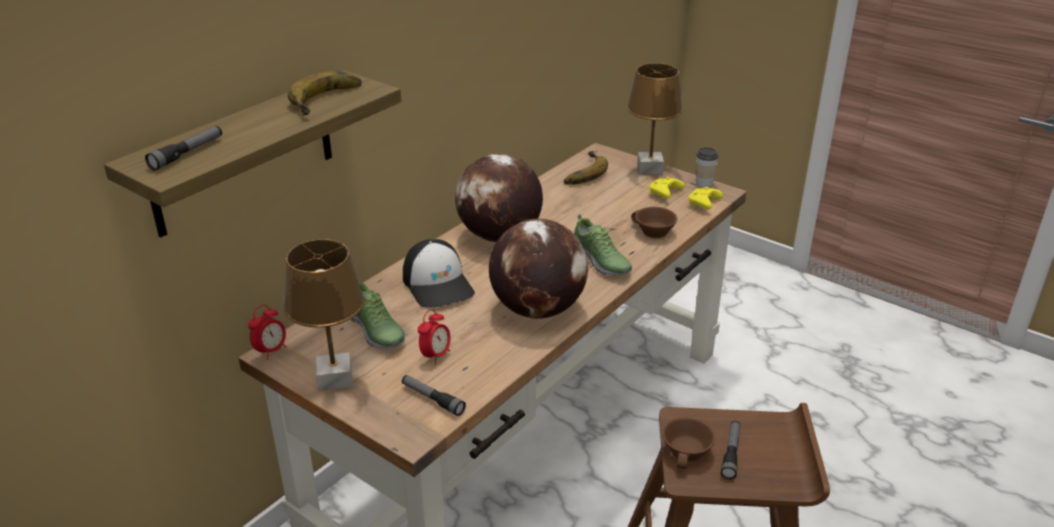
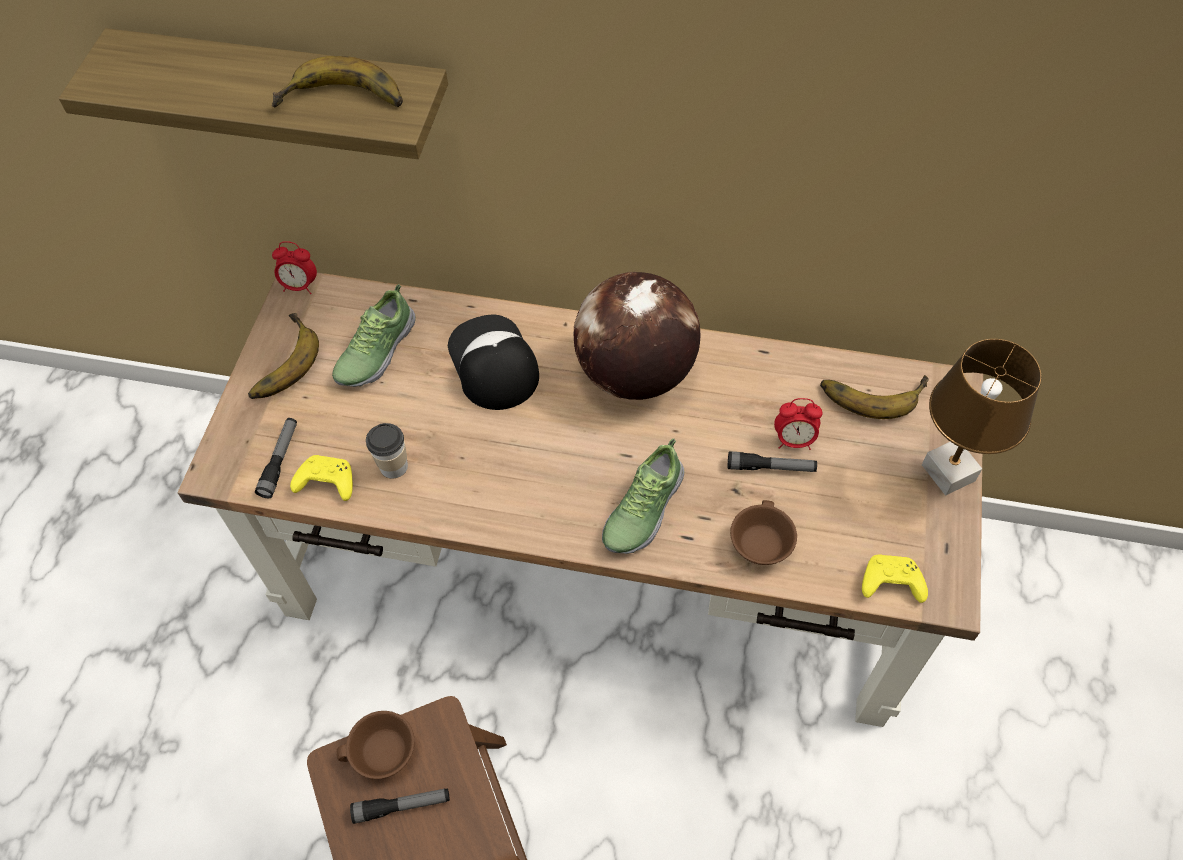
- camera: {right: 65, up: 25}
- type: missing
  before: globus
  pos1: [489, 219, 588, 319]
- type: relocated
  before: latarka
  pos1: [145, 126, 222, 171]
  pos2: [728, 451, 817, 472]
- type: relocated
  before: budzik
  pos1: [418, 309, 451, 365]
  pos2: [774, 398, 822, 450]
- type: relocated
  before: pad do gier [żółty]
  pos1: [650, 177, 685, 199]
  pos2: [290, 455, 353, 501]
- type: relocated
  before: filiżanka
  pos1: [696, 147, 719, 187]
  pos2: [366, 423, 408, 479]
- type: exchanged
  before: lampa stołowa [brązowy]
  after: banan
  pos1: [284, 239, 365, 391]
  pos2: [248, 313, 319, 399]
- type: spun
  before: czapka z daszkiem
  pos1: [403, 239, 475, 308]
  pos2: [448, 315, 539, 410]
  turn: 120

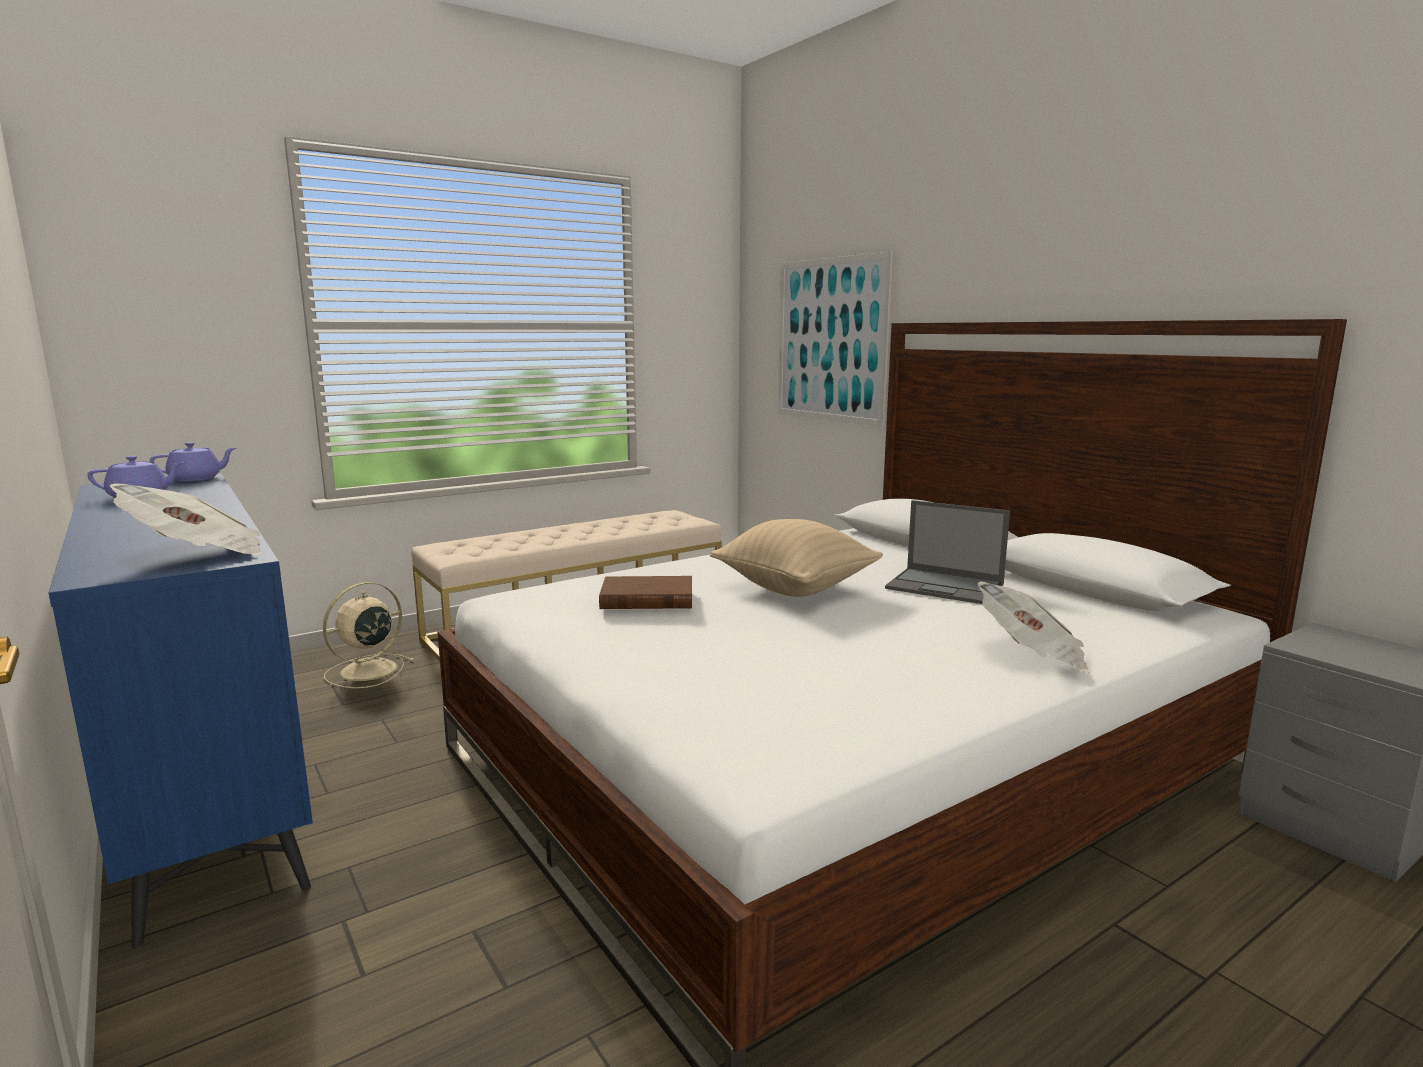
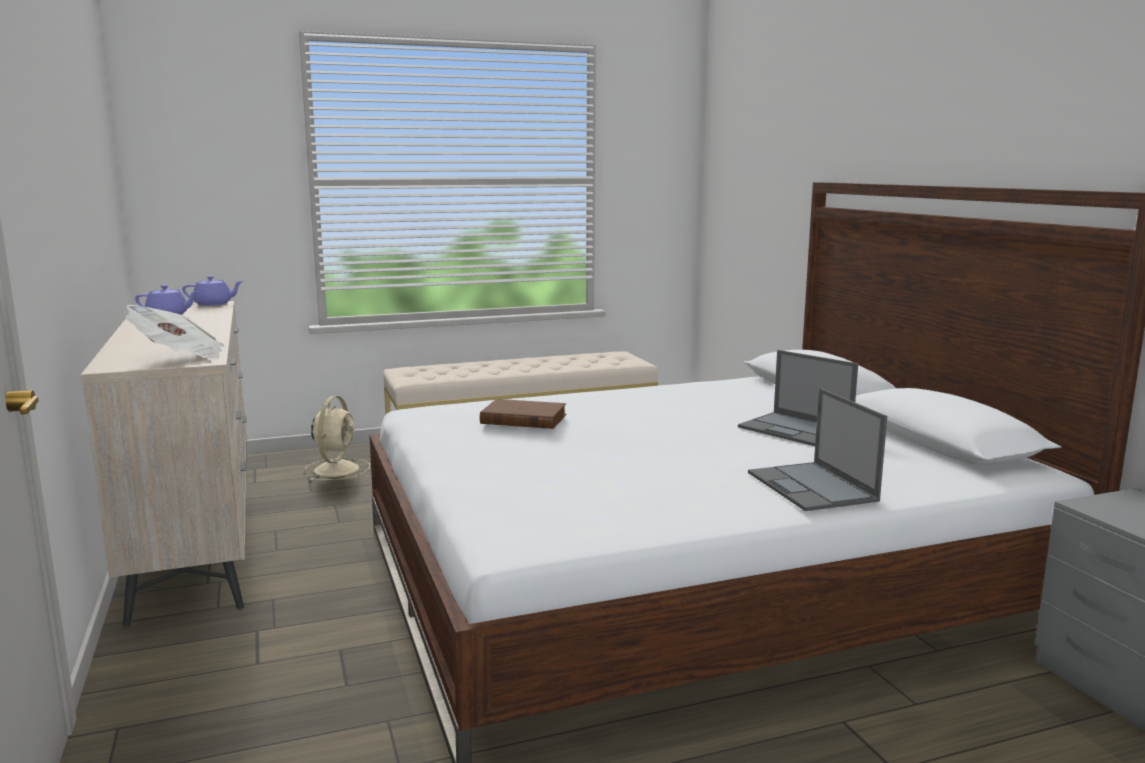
- camera: {right: 15, up: 0}
- type: missing
  before: poduszka [beżowy]
  pos1: [710, 519, 883, 597]
- type: missing
  before: obraz
  pos1: [778, 252, 893, 427]
- type: exchanged
  before: gazeta
  after: laptop
  pos1: [978, 581, 1089, 673]
  pos2: [748, 388, 887, 511]
- type: colour
  before: komoda [niebieski]
  after: komoda [beżowy]
  pos1: [49, 474, 313, 948]
  pos2: [81, 301, 247, 627]
- type: spun
  before: wentylator [beżowy]
  pos1: [323, 582, 415, 688]
  pos2: [305, 396, 370, 481]
  turn: 135

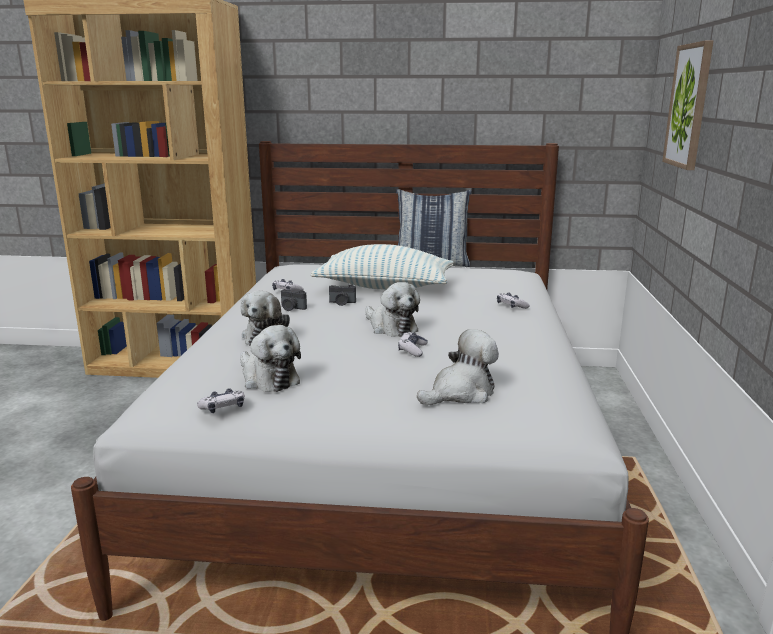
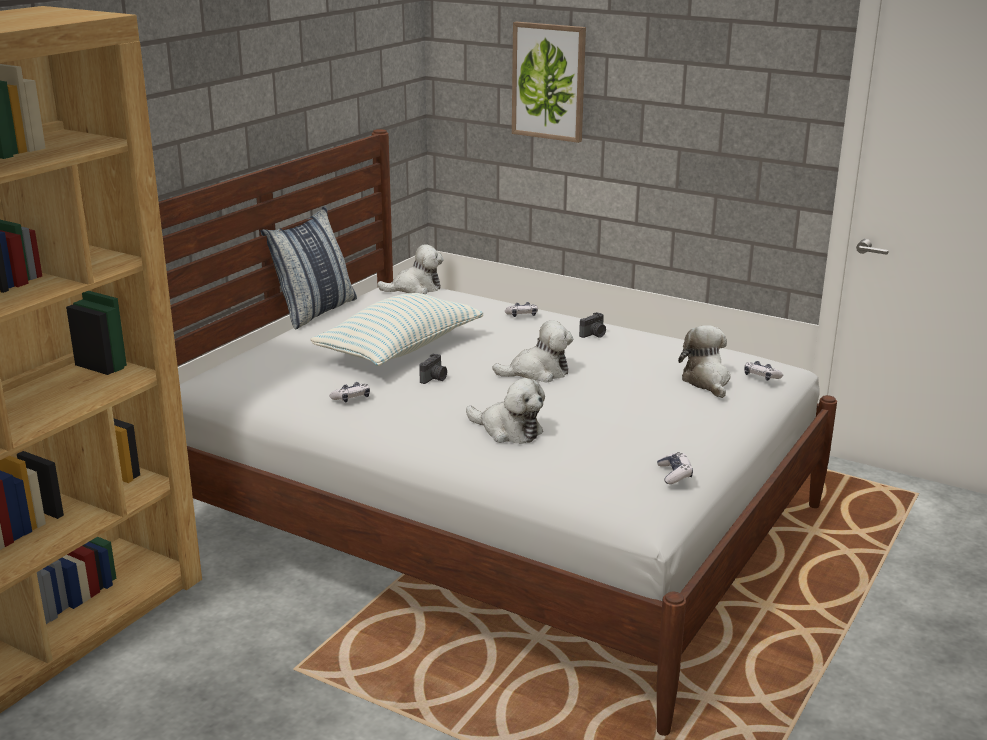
- camera: {right: -65, up: 5}
- type: relocated
  before: pluszak
  pos1: [240, 325, 301, 392]
  pos2: [377, 244, 444, 294]
- type: relocated
  before: aparat fotograficzny
  pos1: [281, 289, 307, 311]
  pos2: [579, 312, 606, 338]
- type: relocated
  before: pad do gier
  pos1: [398, 332, 428, 357]
  pos2: [744, 361, 783, 381]

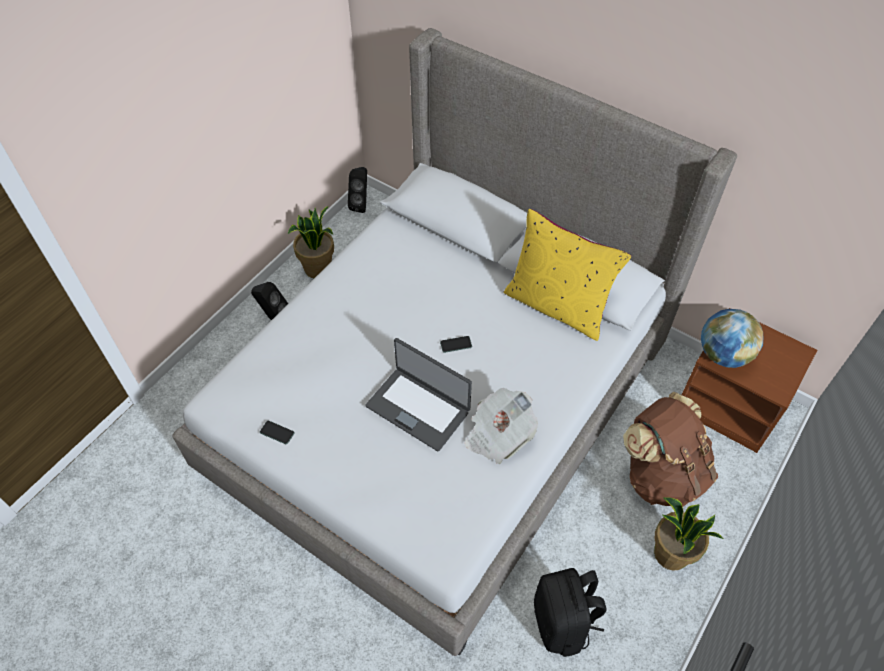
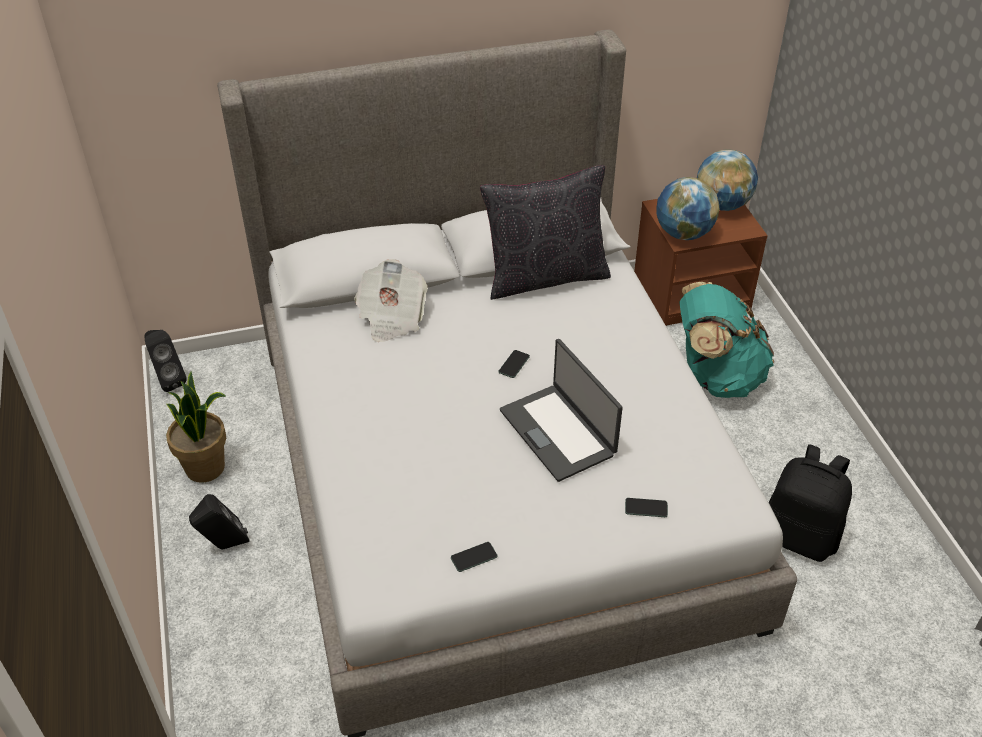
- camera: {right: -50, up: -10}
- type: missing
  before: roślina doniczkowa
  pos1: [654, 497, 723, 571]
- type: appeared
  after: telefon
  pos2: [625, 498, 668, 517]
- type: appeared
  after: globus
  pos2: [697, 149, 758, 211]
- type: relocated
  before: gazeta
  pos1: [465, 388, 538, 464]
  pos2: [354, 259, 428, 342]
- type: colour
  before: poduszka [żółty]
  after: poduszka [czarny]
  pos1: [503, 209, 631, 341]
  pos2: [480, 165, 611, 300]
- type: colour
  before: plecak [brązowy]
  after: plecak [turkusowy]
  pos1: [623, 392, 718, 507]
  pos2: [679, 282, 774, 398]
- type: spun
  before: laptop
  pos1: [365, 338, 472, 451]
  pos2: [500, 339, 623, 482]
  turn: 75

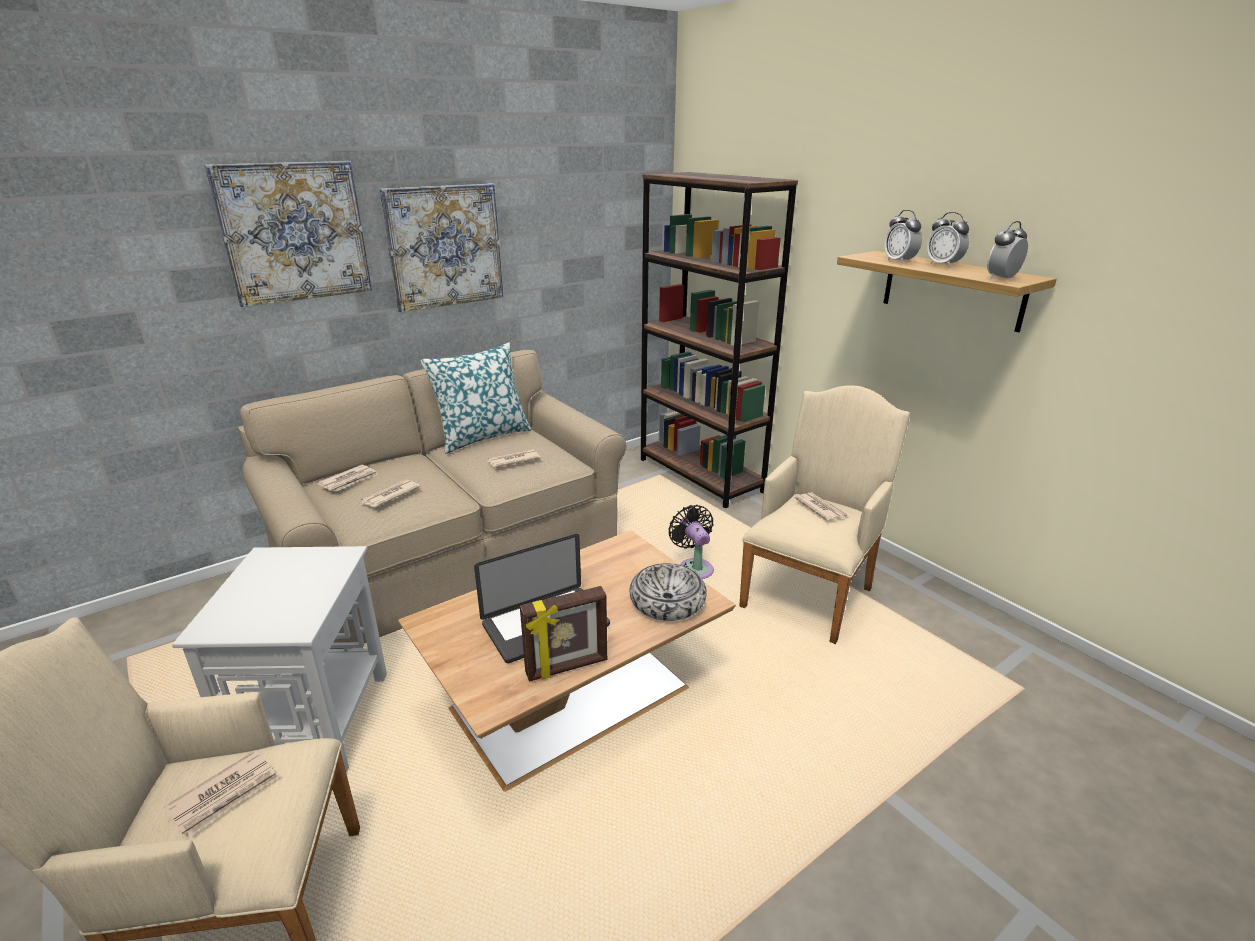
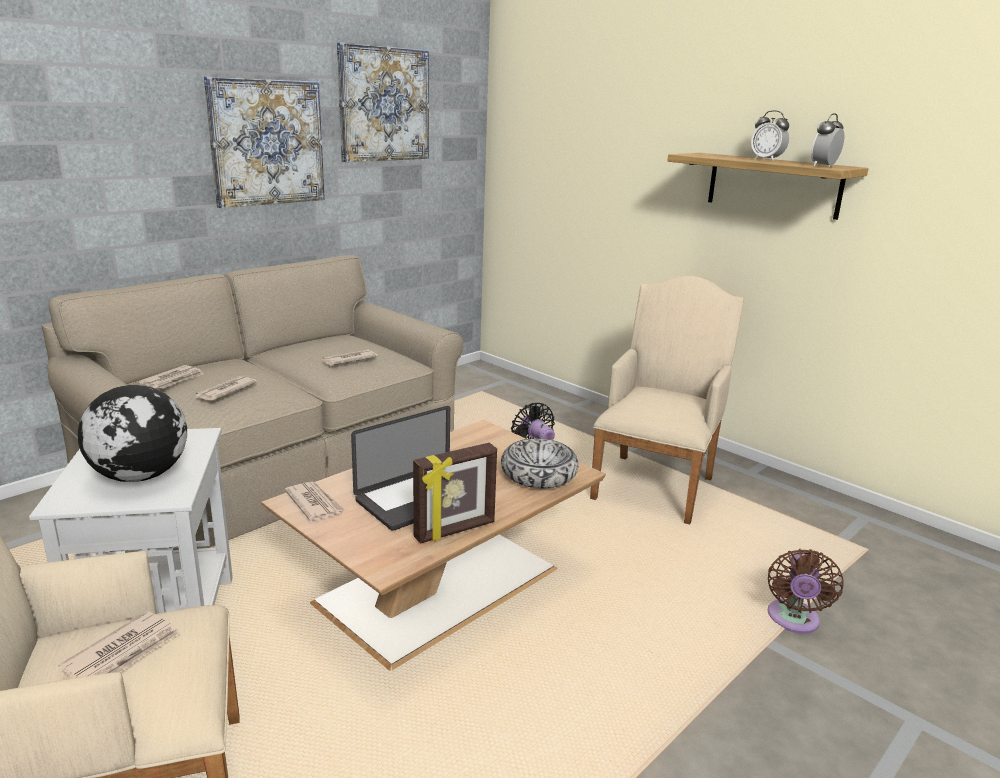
- camera: {right: -10, up: -5}
- type: missing
  before: poduszka
  pos1: [420, 342, 532, 454]
- type: missing
  before: regał [brązowy]
  pos1: [641, 172, 798, 509]
- type: missing
  before: budzik
  pos1: [884, 210, 922, 264]
- type: appeared
  after: globus
  pos2: [78, 385, 187, 482]
- type: appeared
  after: wentylator [brązowy]
  pos2: [768, 549, 844, 634]
- type: relocated
  before: obraz
  pos1: [205, 161, 372, 307]
  pos2: [337, 42, 429, 162]
- type: relocated
  before: gazeta
  pos1: [794, 492, 848, 521]
  pos2: [285, 482, 345, 521]

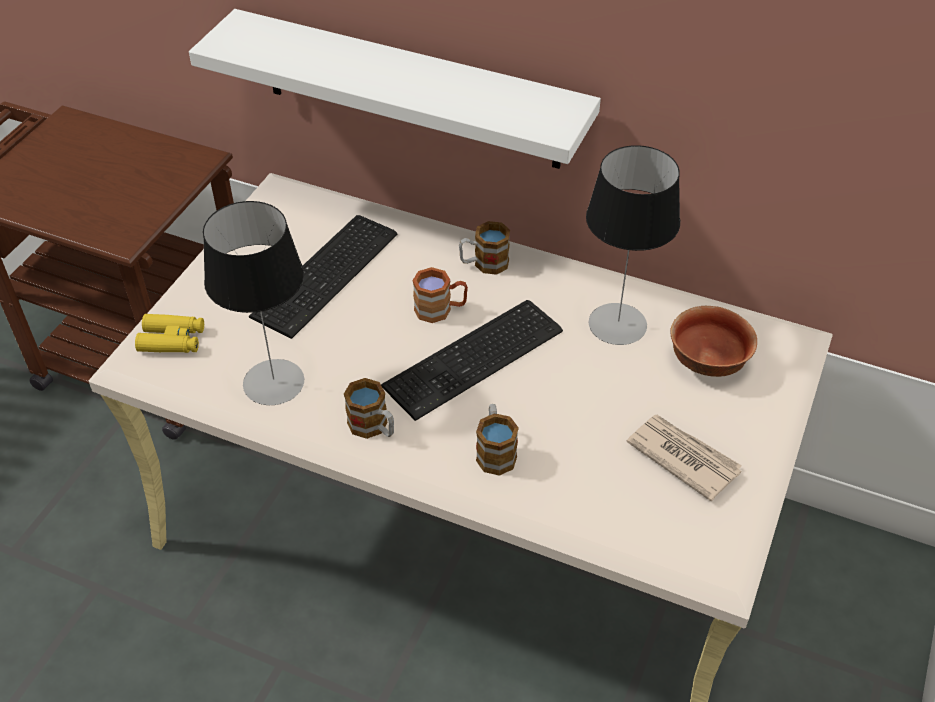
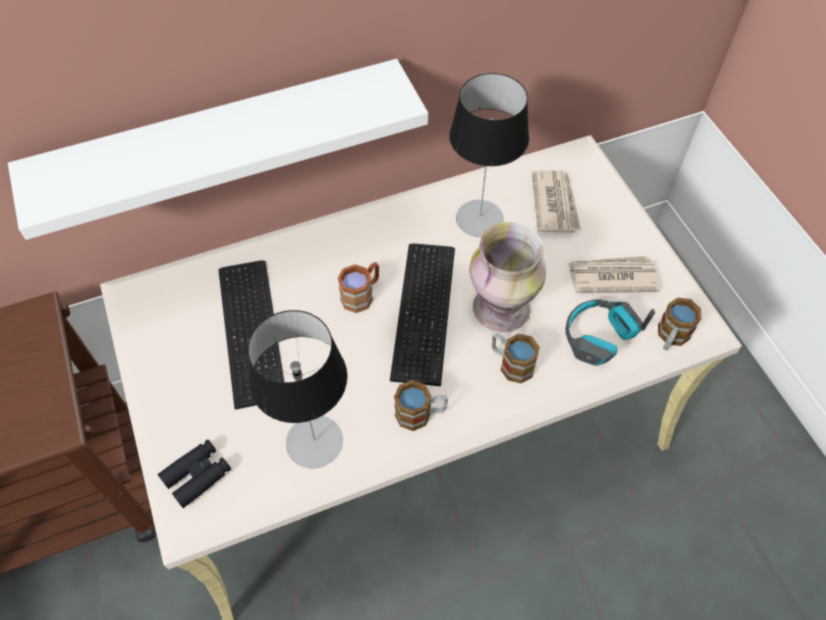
- camera: {right: -45, up: 10}
- type: appeared
  after: wazon
  pos2: [469, 222, 546, 333]
- type: appeared
  after: słuchawki
  pos2: [565, 299, 655, 366]
- type: relocated
  before: kubek
  pos1: [459, 221, 510, 275]
  pos2: [658, 297, 701, 350]
- type: exchanged
  before: miska
  after: gazeta
  pos1: [670, 306, 757, 377]
  pos2: [532, 171, 581, 233]
- type: colour
  before: lornetka [żółty]
  after: lornetka [czarny]
  pos1: [135, 314, 204, 353]
  pos2: [158, 439, 231, 508]

